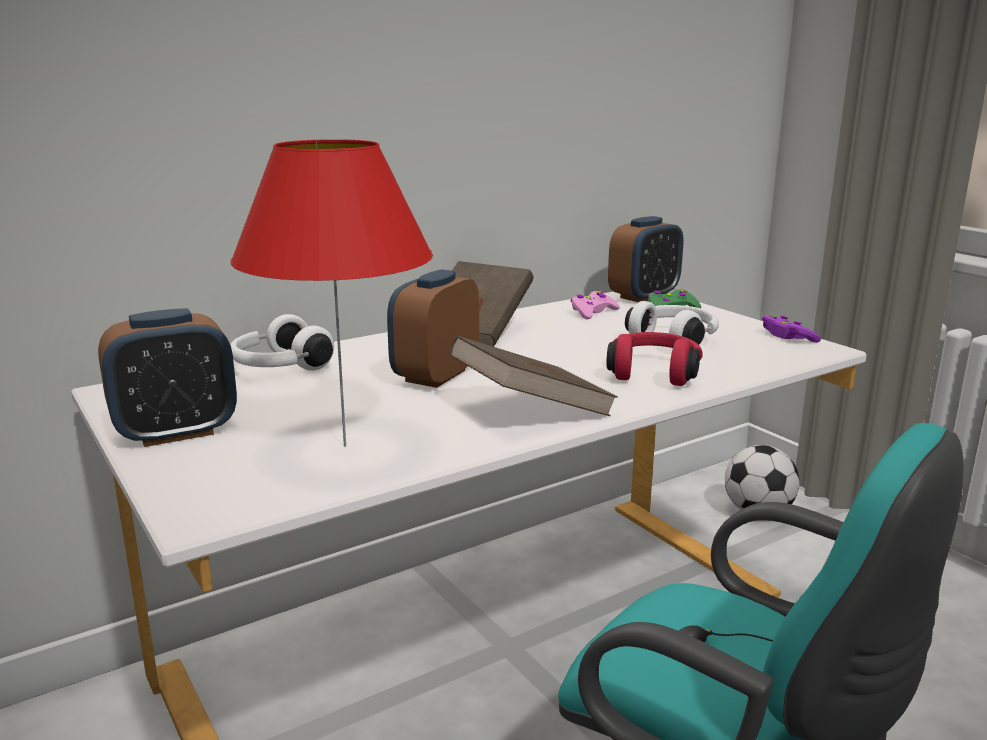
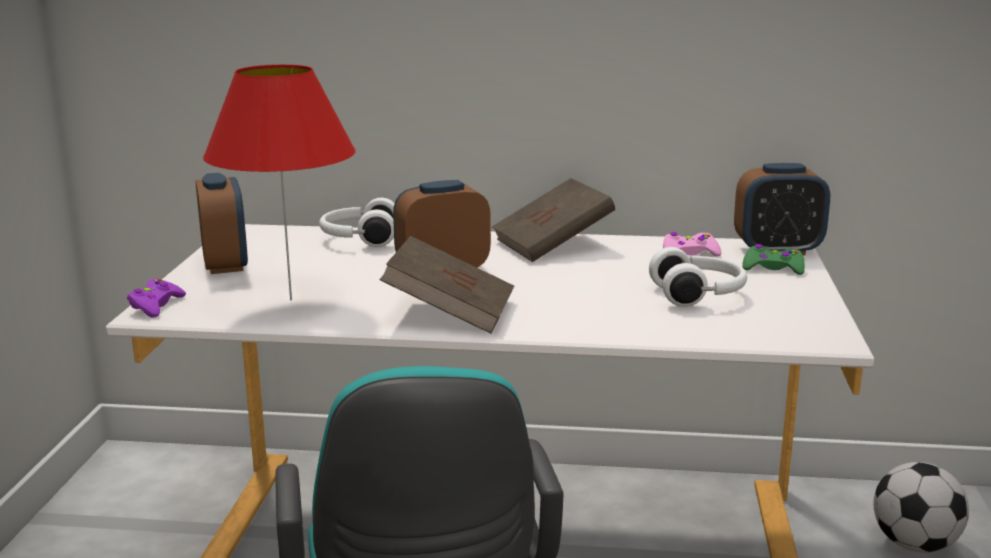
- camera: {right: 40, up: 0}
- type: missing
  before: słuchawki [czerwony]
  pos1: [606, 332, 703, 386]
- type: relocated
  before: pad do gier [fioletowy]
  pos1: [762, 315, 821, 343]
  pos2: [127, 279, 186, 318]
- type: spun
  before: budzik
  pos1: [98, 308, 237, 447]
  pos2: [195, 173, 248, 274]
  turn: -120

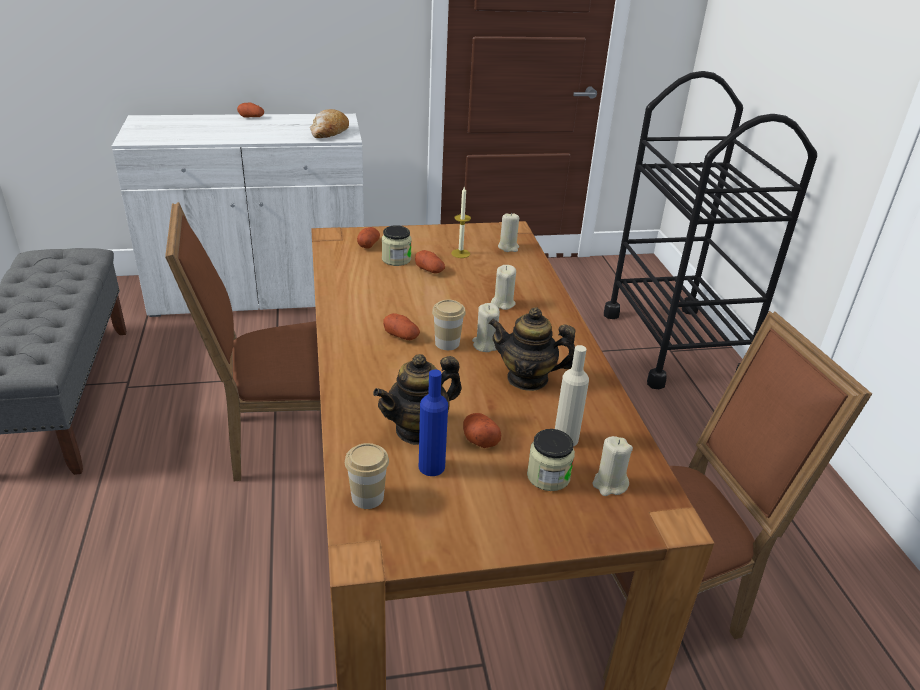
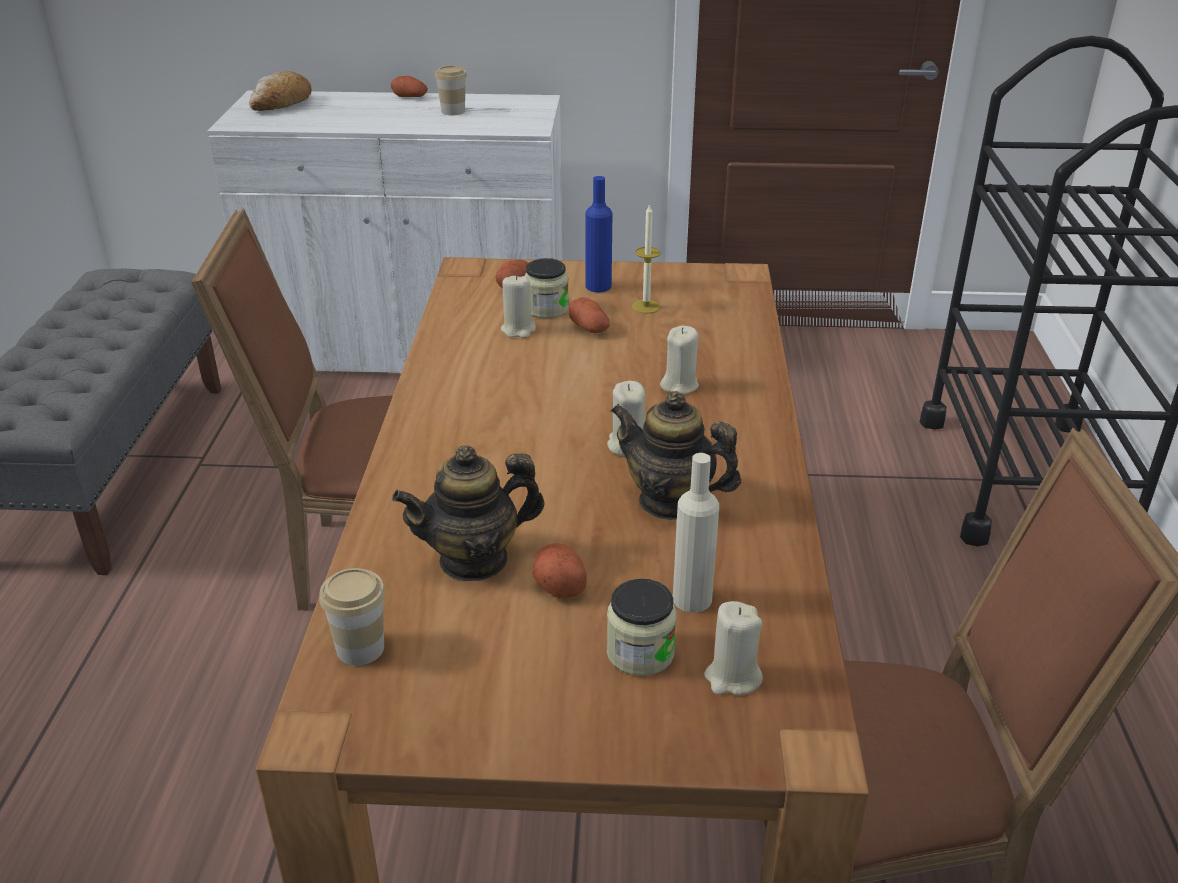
- camera: {right: 15, up: 0}
- type: missing
  before: ziemniak
  pos1: [383, 313, 420, 340]
- type: relocated
  before: chleb
  pos1: [310, 109, 349, 138]
  pos2: [249, 71, 312, 111]
- type: relocated
  before: butelka [niebieski]
  pos1: [419, 369, 448, 476]
  pos2: [585, 176, 612, 293]
- type: relocated
  before: filiżanka
  pos1: [432, 300, 466, 350]
  pos2: [435, 66, 467, 115]
- type: relocated
  before: świeca [beżowy]
  pos1: [498, 212, 519, 252]
  pos2: [501, 274, 536, 338]

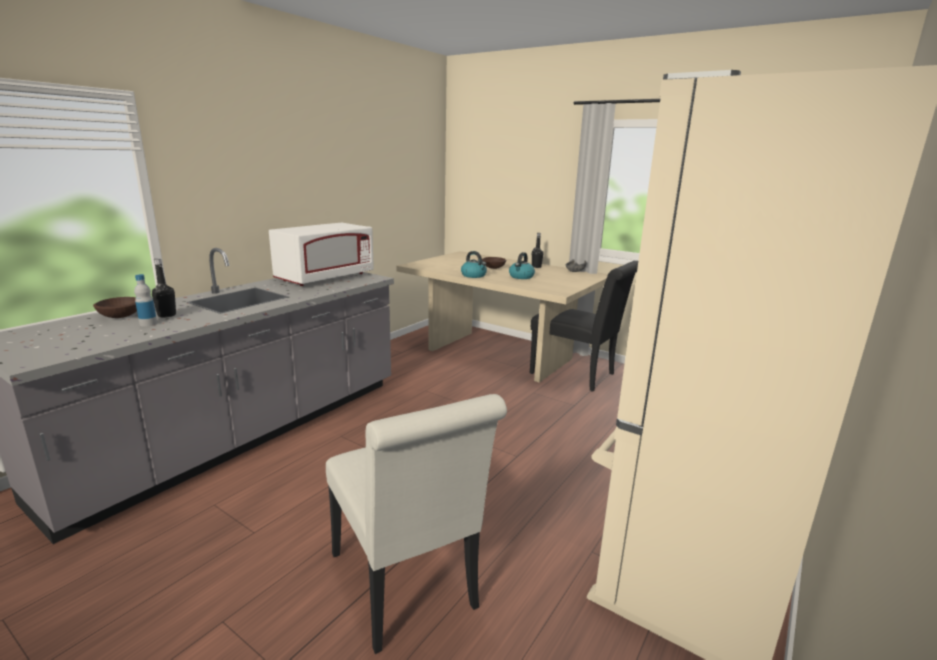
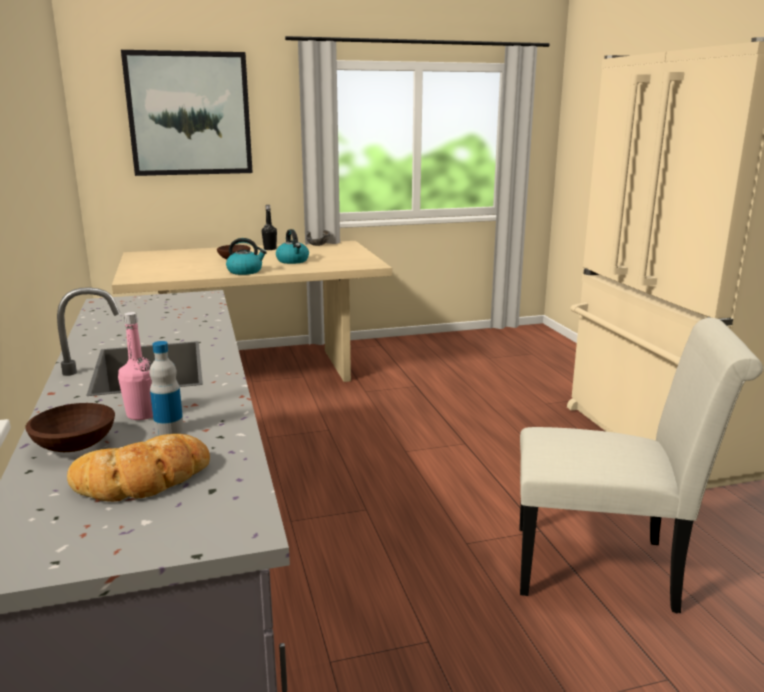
- camera: {right: -50, up: 0}
- type: missing
  before: mikrofalówka [biały]
  pos1: [269, 223, 374, 286]
- type: missing
  before: krzesło [czarny]
  pos1: [530, 261, 638, 392]
- type: appeared
  after: chleb
  pos2: [67, 434, 210, 502]
- type: appeared
  after: obraz
  pos2: [121, 50, 253, 176]
- type: colour
  before: butelka [czarny]
  after: butelka [różowy]
  pos1: [152, 258, 176, 318]
  pos2: [118, 312, 153, 420]

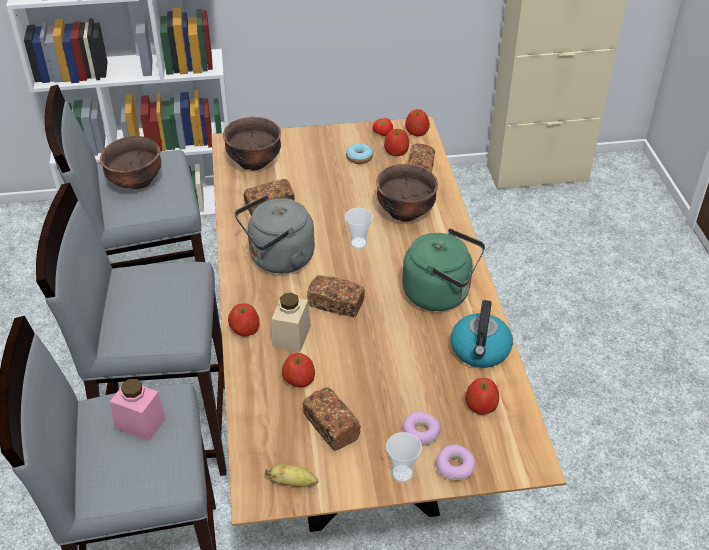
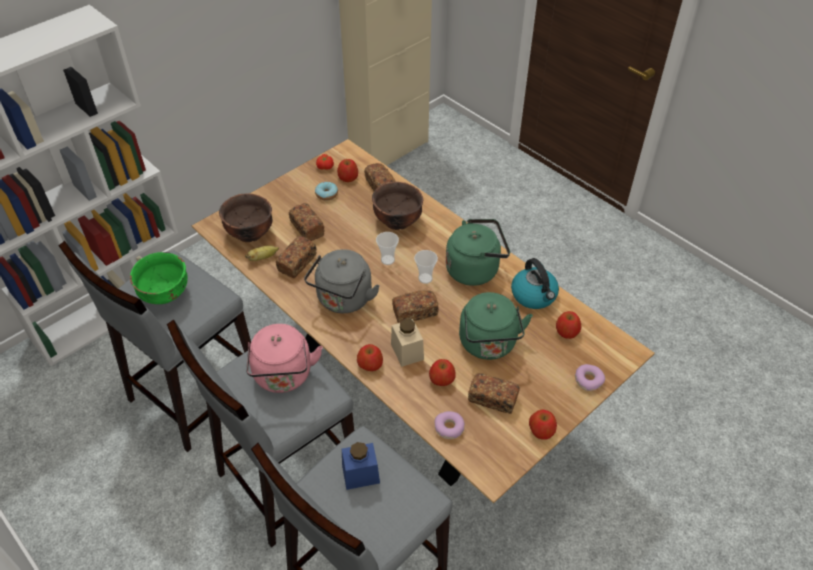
- camera: {right: -35, up: 5}
- type: appeared
  after: czajnik [różowy]
  pos2: [246, 324, 323, 393]
- type: appeared
  after: chleb
  pos2: [289, 203, 325, 241]
- type: appeared
  after: czajnik [zielony]
  pos2: [459, 292, 533, 360]
- type: relocated
  before: banan
  pos1: [265, 464, 318, 487]
  pos2: [245, 245, 279, 261]
- type: relocated
  before: filiżanka
  pos1: [386, 432, 422, 482]
  pos2: [414, 250, 438, 284]
- type: relocated
  before: donut
  pos1: [402, 412, 441, 446]
  pos2: [435, 411, 465, 439]
- type: relocated
  before: jabłko
  pos1: [405, 109, 430, 136]
  pos2: [529, 410, 557, 440]
- type: colour
  before: miska [brązowy]
  after: miska [zielony]
  pos1: [100, 136, 161, 189]
  pos2: [130, 252, 188, 304]
- type: colour
  before: słoik [różowy]
  after: słoik [niebieski]
  pos1: [110, 379, 166, 441]
  pos2: [342, 442, 380, 490]

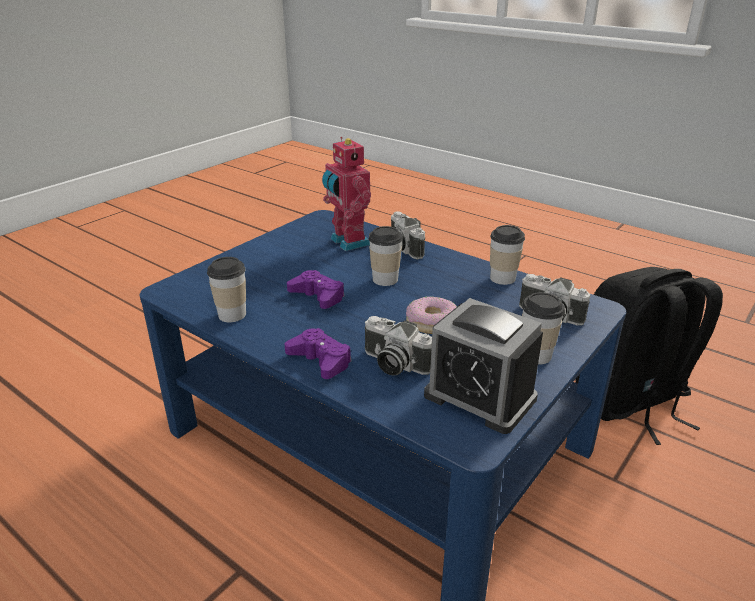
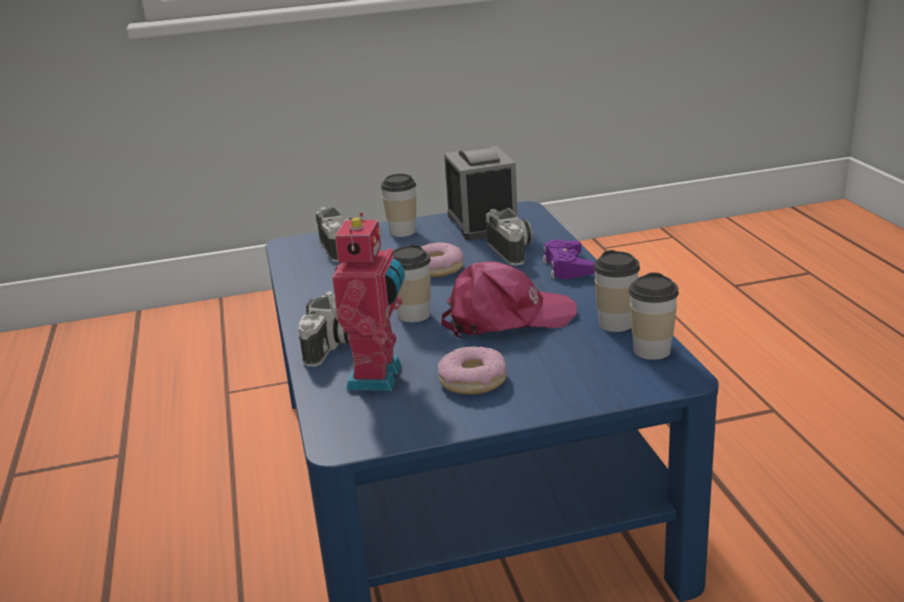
- camera: {right: -140, up: -5}
- type: missing
  before: plecak [czarny]
  pos1: [576, 267, 723, 445]
- type: appeared
  after: donut
  pos2: [438, 346, 506, 395]
- type: relocated
  before: filiżanka
  pos1: [490, 225, 525, 285]
  pos2: [629, 273, 679, 360]
- type: exchanged
  before: pad do gier [fioletowy]
  after: czapka z daszkiem [różowy]
  pos1: [287, 270, 345, 309]
  pos2: [441, 261, 577, 339]

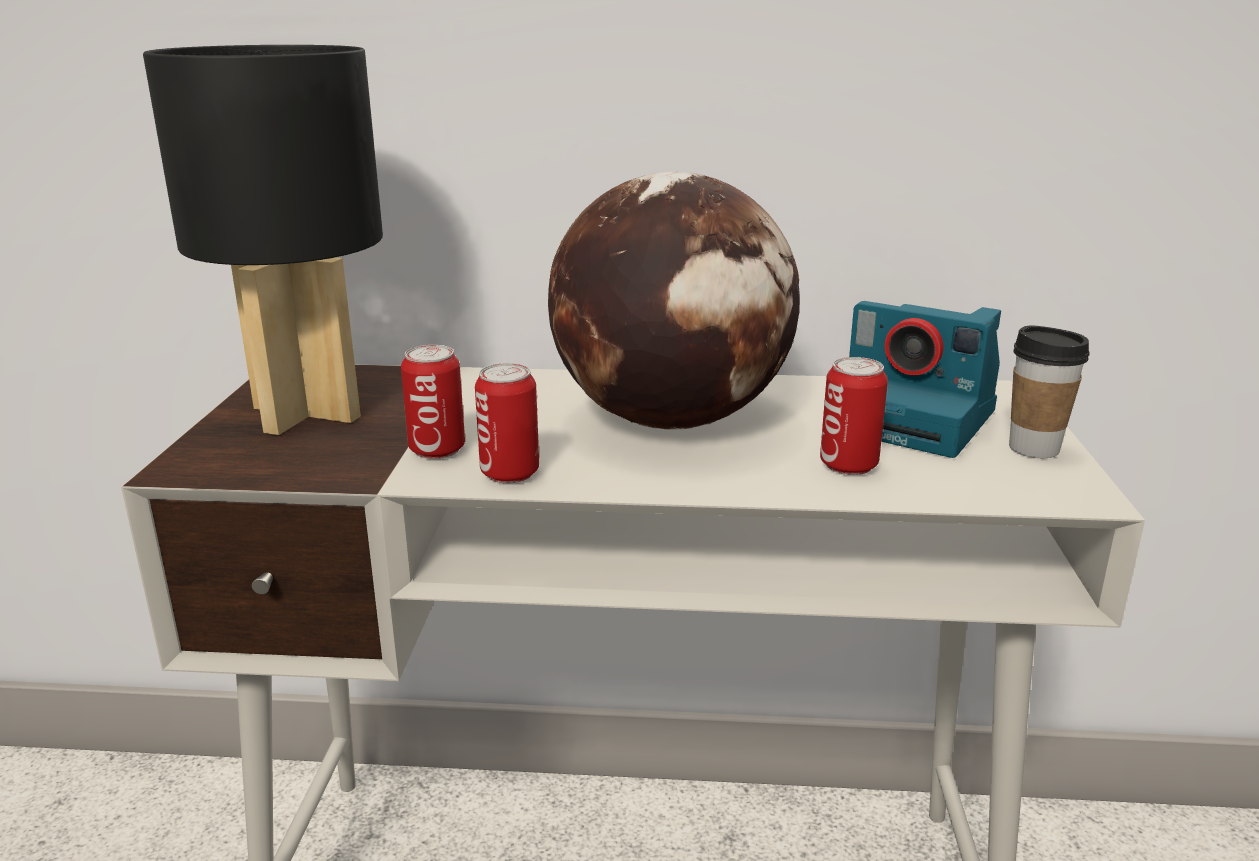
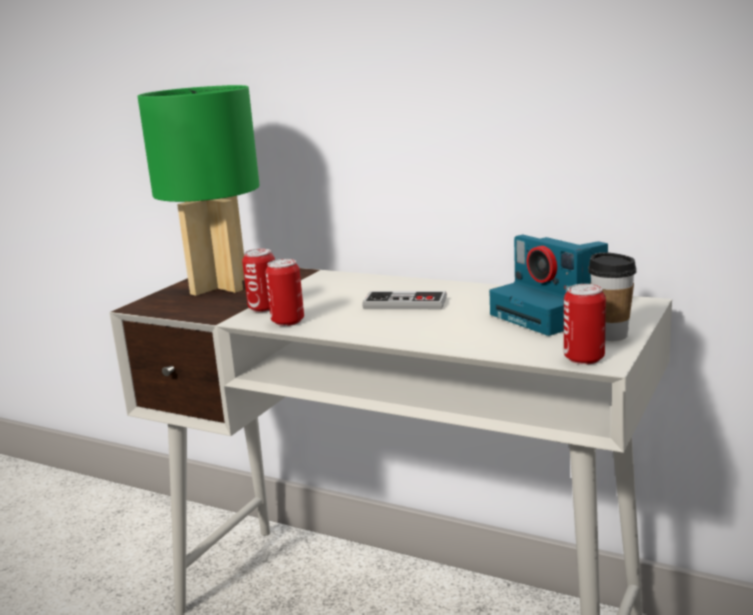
- camera: {right: 25, up: -5}
- type: relocated
  before: puszka
  pos1: [820, 357, 888, 475]
  pos2: [564, 284, 606, 365]
- type: exchanged
  before: globus
  after: pad do gier
  pos1: [548, 172, 800, 430]
  pos2: [363, 291, 447, 309]
- type: colour
  before: lampa stołowa [czarny]
  after: lampa stołowa [zielony]
  pos1: [143, 45, 383, 435]
  pos2: [137, 85, 259, 296]

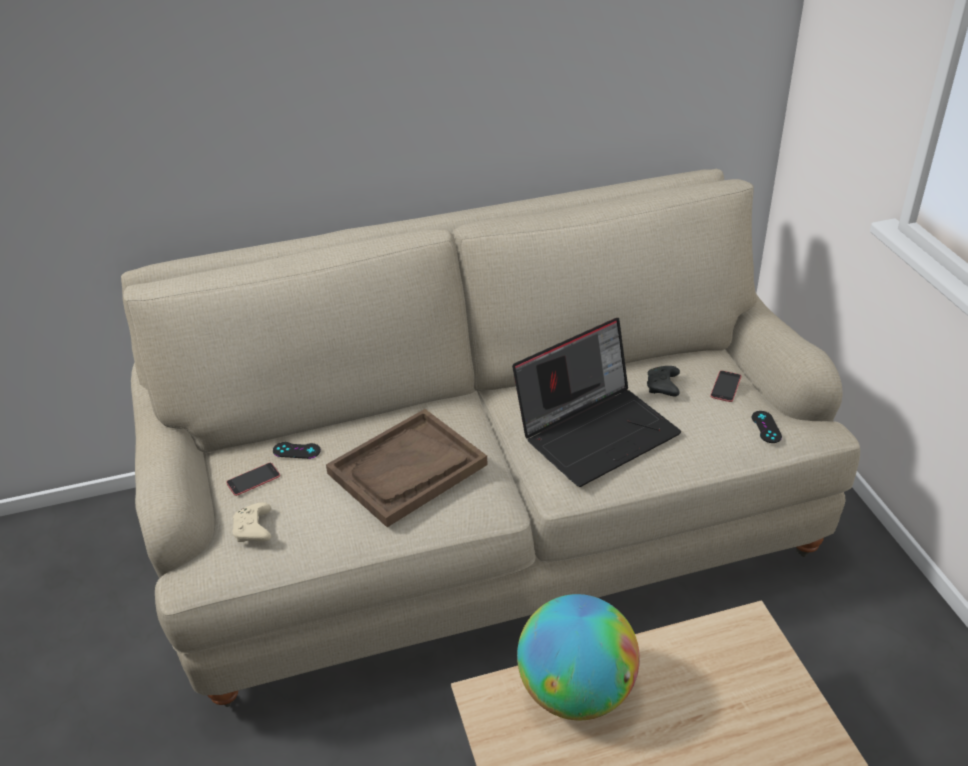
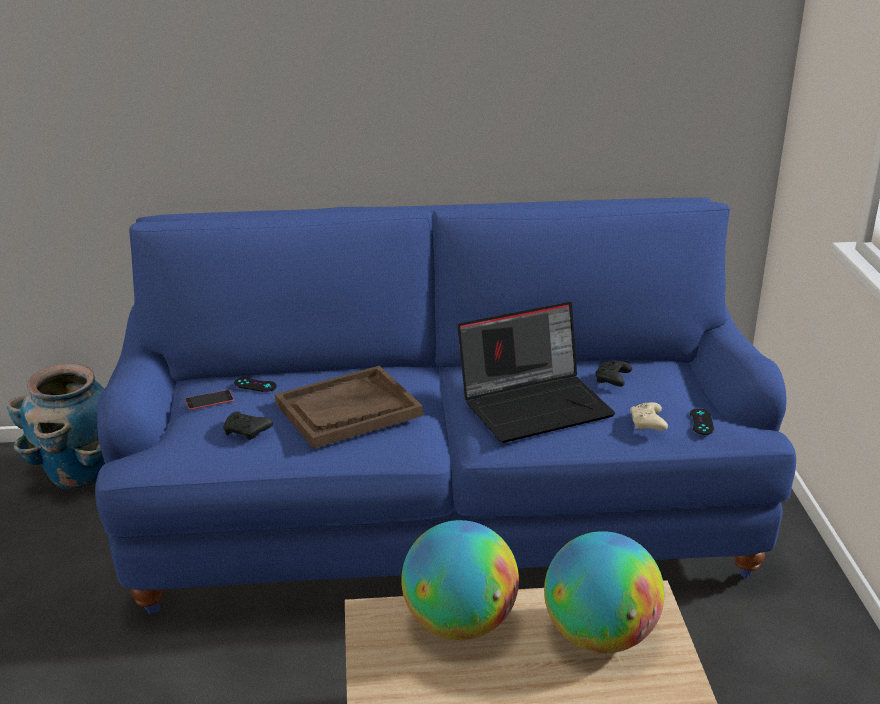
- camera: {right: 10, up: -10}
- type: missing
  before: telefon
  pos1: [710, 370, 741, 402]
- type: appeared
  after: donica
  pos2: [7, 364, 105, 489]
- type: appeared
  after: pad do gier [czarny]
  pos2: [223, 411, 273, 440]
- type: appeared
  after: globus
  pos2: [544, 531, 664, 653]
- type: relocated
  before: pad do gier [beżowy]
  pos1: [232, 502, 271, 542]
  pos2: [630, 402, 668, 431]
- type: colour
  before: kanapa [beżowy]
  after: kanapa [niebieski]
  pos1: [121, 169, 860, 707]
  pos2: [95, 197, 796, 614]

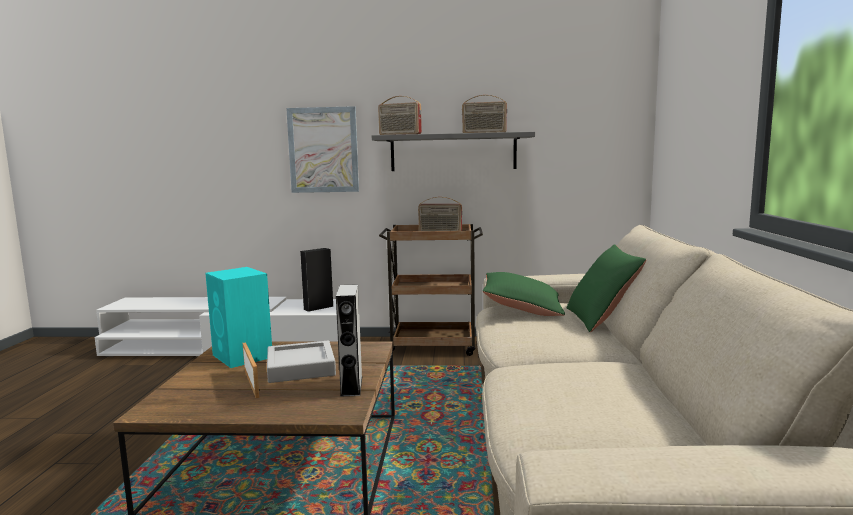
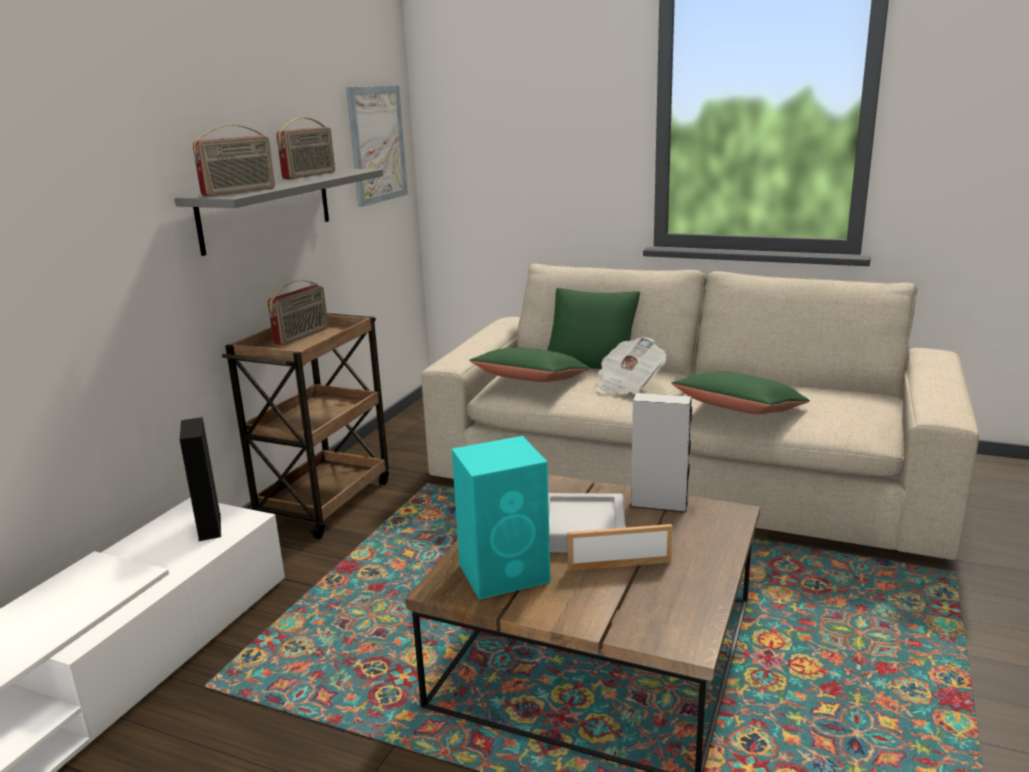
- camera: {right: -70, up: 10}
- type: appeared
  after: gazeta
  pos2: [597, 337, 666, 394]
- type: appeared
  after: poduszka [zielony]
  pos2: [671, 371, 810, 414]
- type: relocated
  before: obraz
  pos1: [286, 106, 359, 193]
  pos2: [346, 85, 408, 207]

